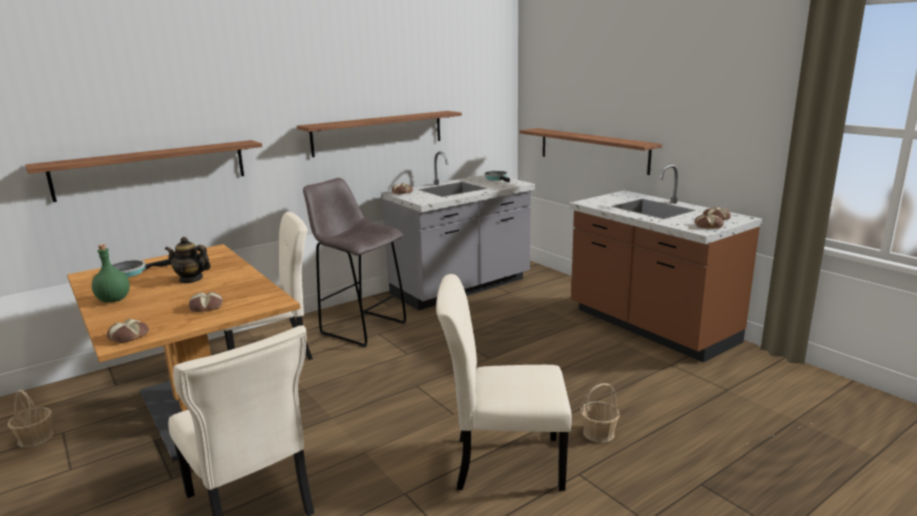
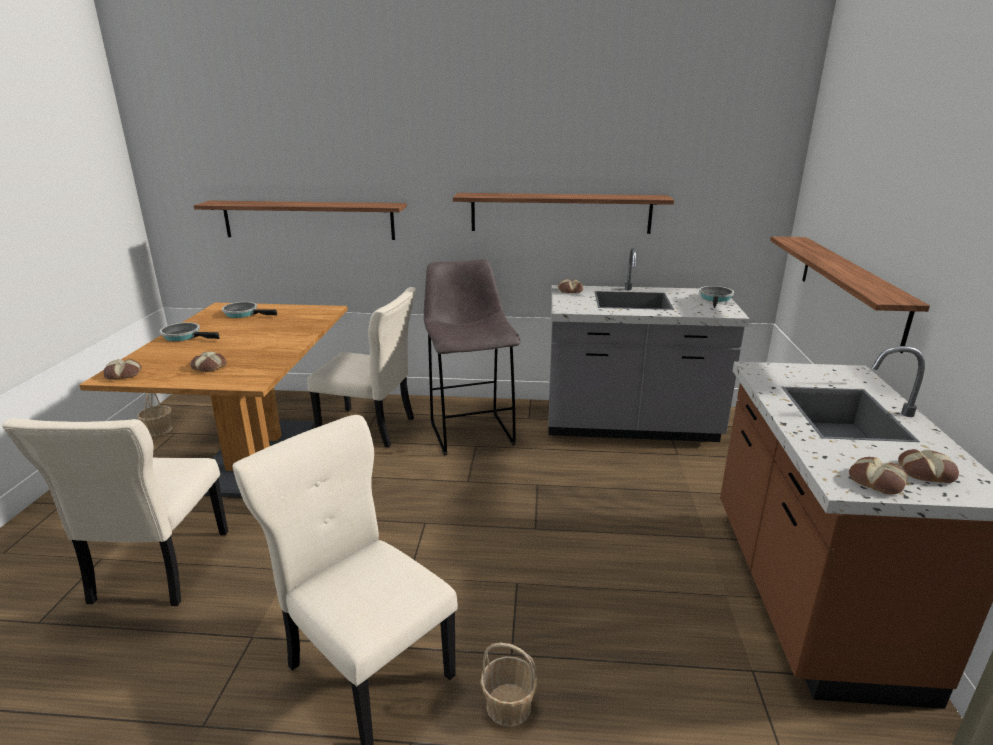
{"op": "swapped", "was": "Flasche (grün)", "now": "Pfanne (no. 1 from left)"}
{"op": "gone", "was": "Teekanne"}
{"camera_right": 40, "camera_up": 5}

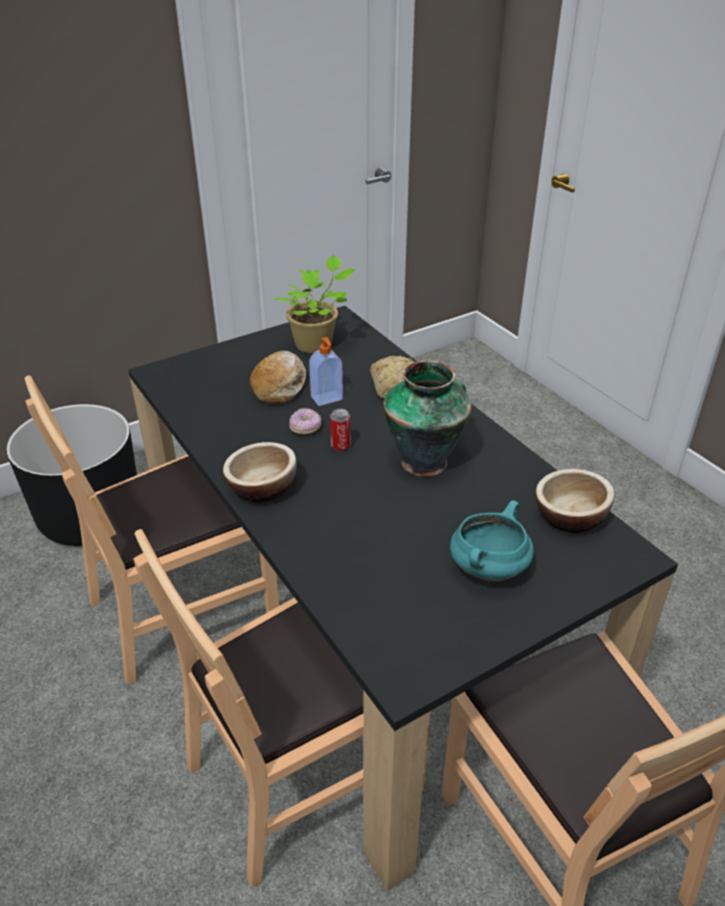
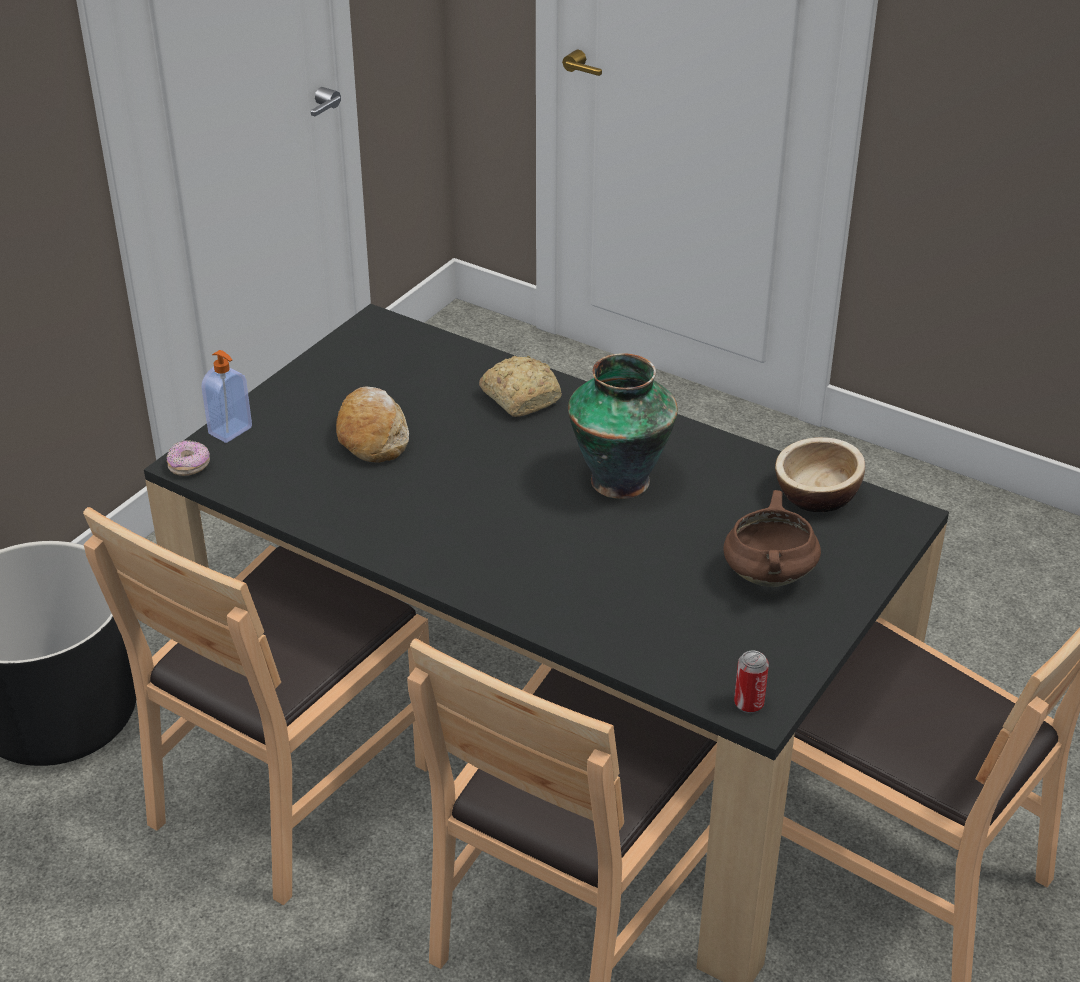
{"op": "gone", "was": "Schüssel (no. 1 from left)"}
{"op": "gone", "was": "Topfpflanze"}
{"op": "shifted", "was": "Donut"}
{"op": "shifted", "was": "Seifenspender"}
{"op": "shifted", "was": "Dose"}
{"op": "repainted", "was": "Kochtopf (türkis)", "now": "Kochtopf (braun)"}
{"camera_right": -25, "camera_up": 0}

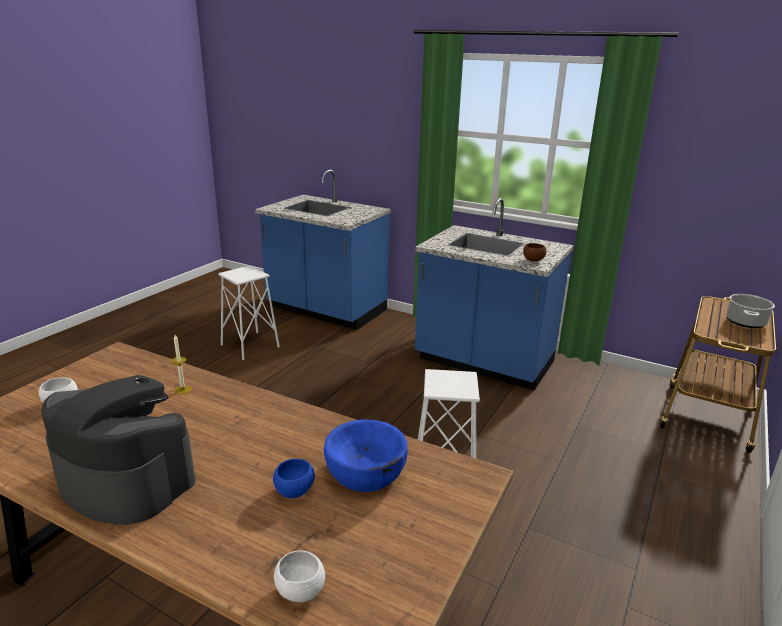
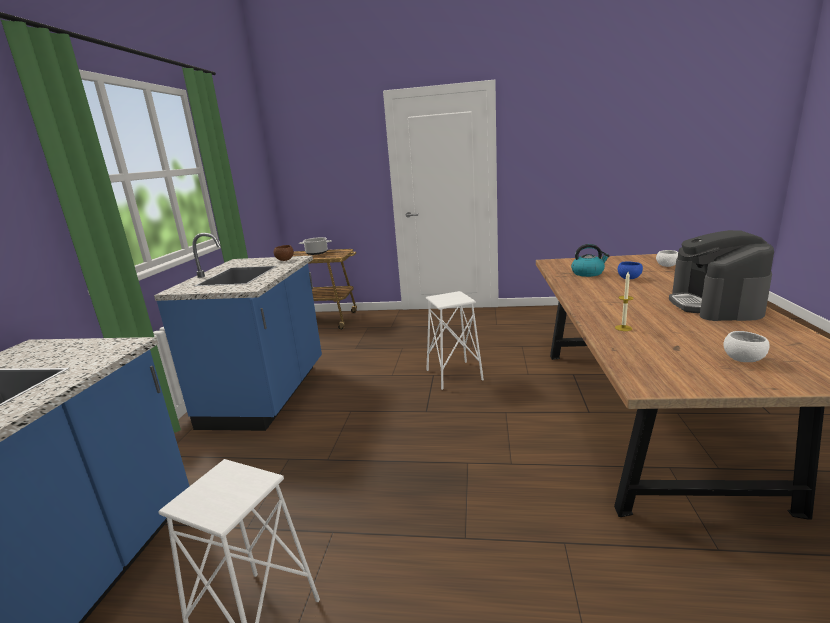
{"op": "swapped", "was": "Schüssel (blau) (no. 2 from left)", "now": "Wasserkessel"}
{"camera_right": -110, "camera_up": -5}

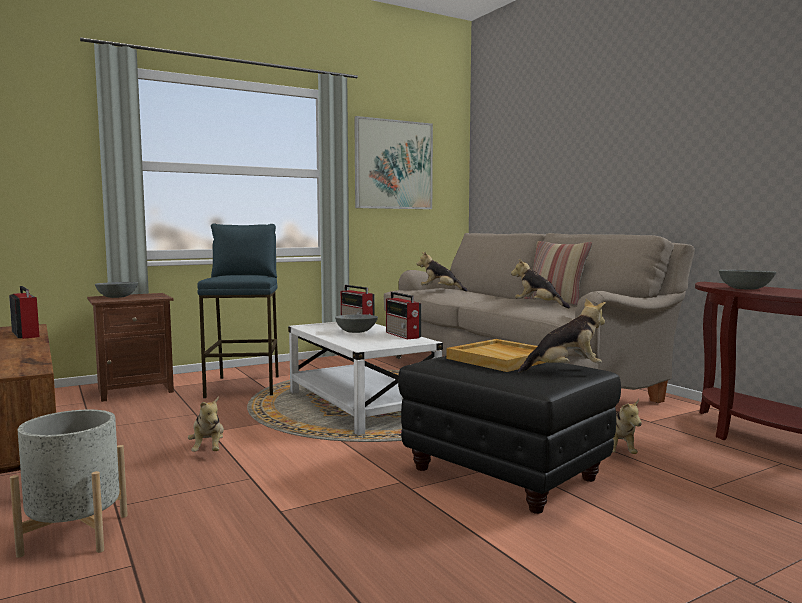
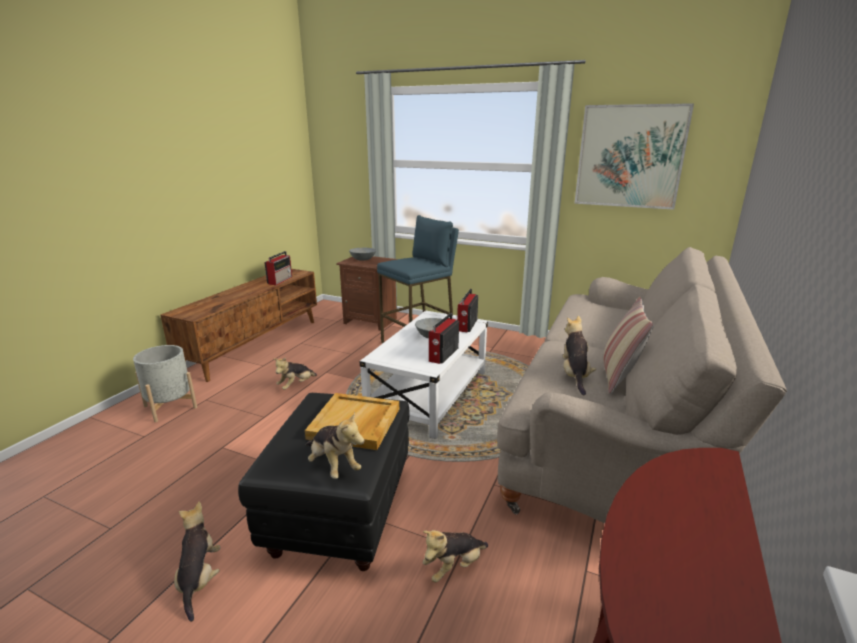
{"op": "shifted", "was": "Plüschtier (no. 2 from left in the first image)", "now": "Plüschtier (no. 1 from left)"}
{"op": "gone", "was": "Schüssel (grau) (no. 3 from left)"}
{"camera_right": 55, "camera_up": 15}

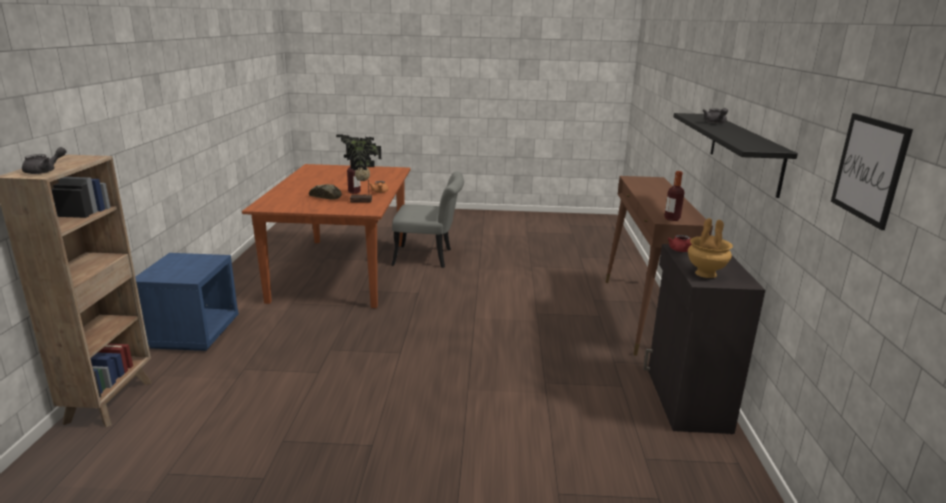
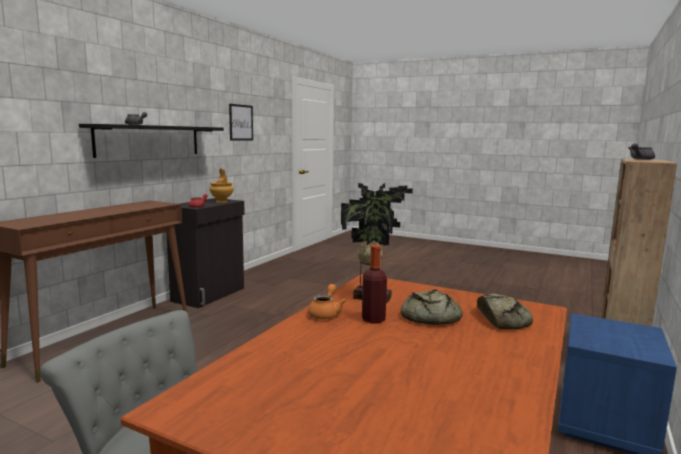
{"op": "gone", "was": "Flasche (no. 2 from left)"}
{"op": "new", "now": "Brot (no. 2 from left)"}
{"camera_right": -155, "camera_up": -10}

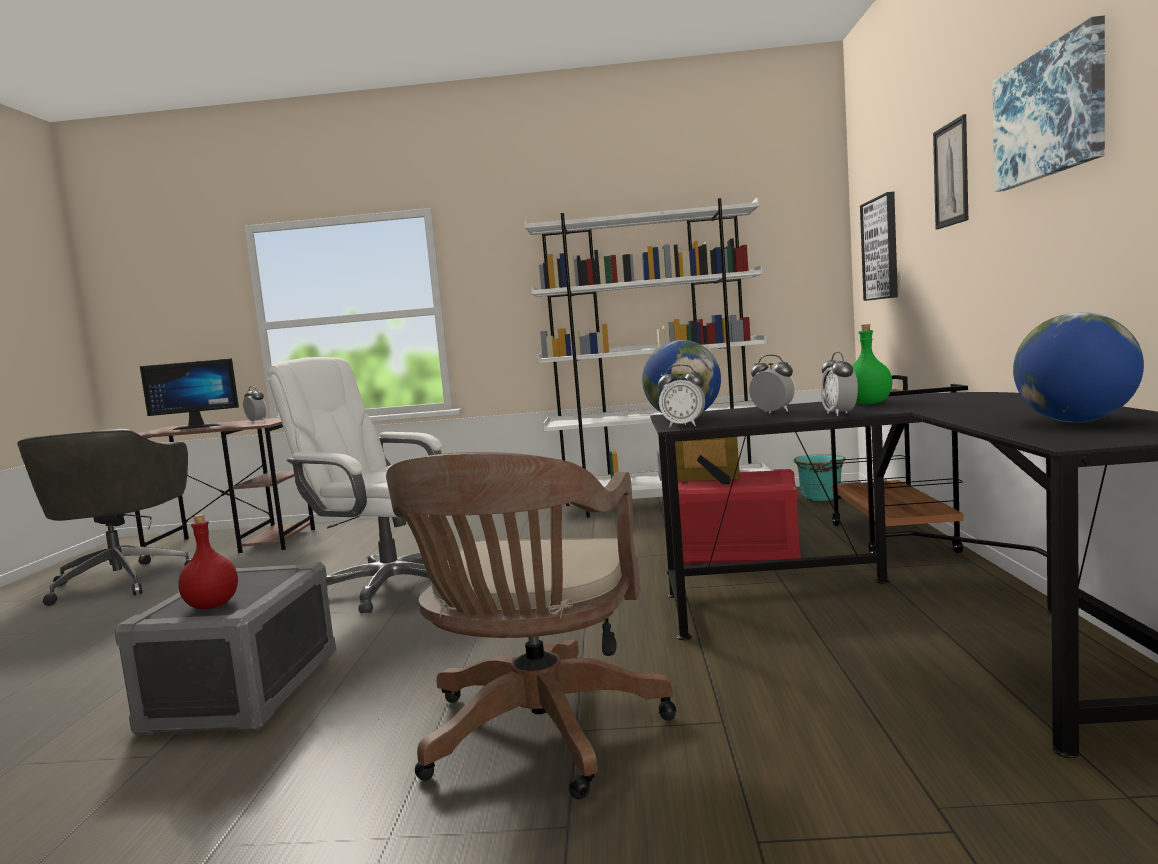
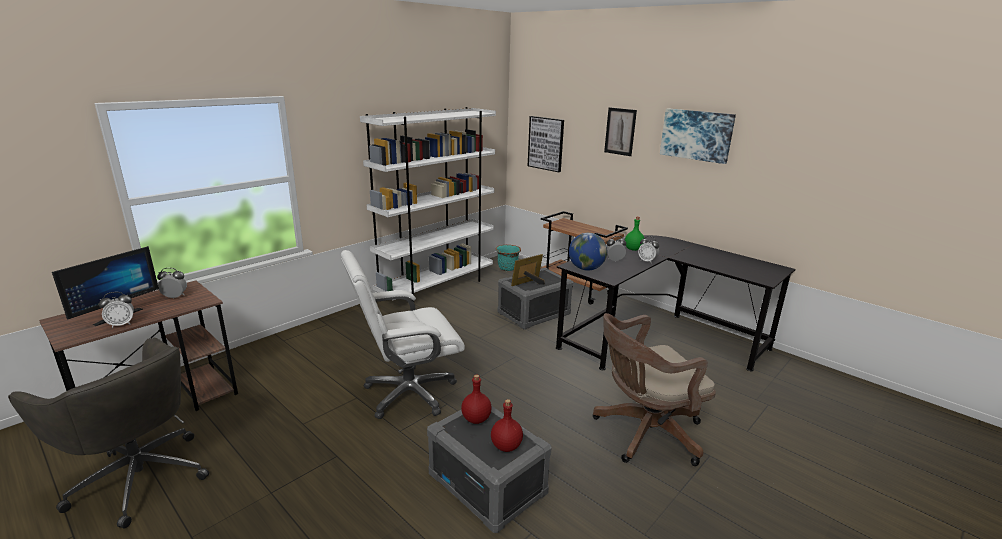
{"op": "rotated", "was": "Bürostuhl (braun)", "clockwise": 105}
{"op": "shifted", "was": "Wecker (no. 2 from left in the first image)", "now": "Wecker (no. 1 from left)"}
{"op": "repainted", "was": "Aufbewahrungsbox (rot)", "now": "Aufbewahrungsbox (grau) (no. 2 from left)"}
{"op": "gone", "was": "Globus (no. 2 from left)"}
{"op": "new", "now": "Flasche (rot) (no. 1 from left)"}
{"camera_right": -50, "camera_up": 15}

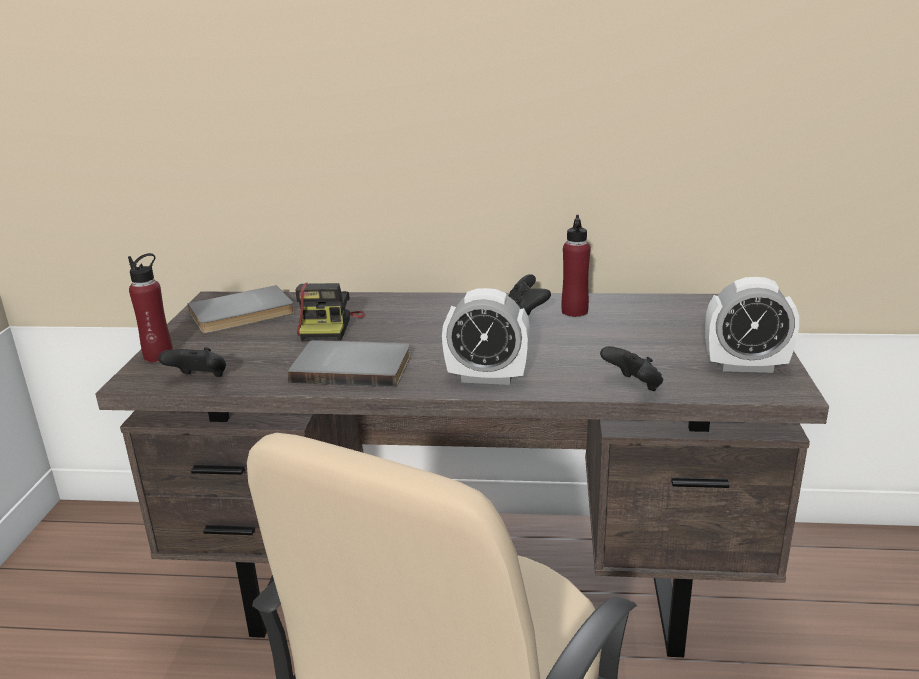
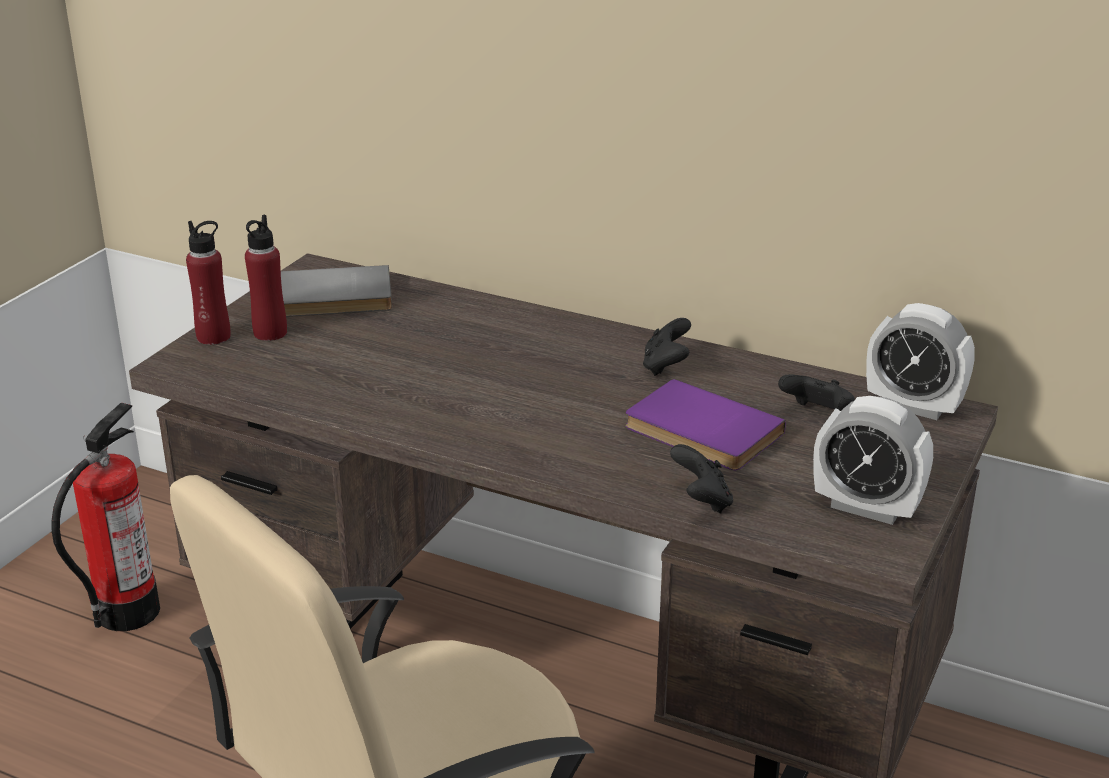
{"op": "shifted", "was": "Gamepad (schwarz) (no. 1 from left in the first image)", "now": "Gamepad (schwarz) (no. 3 from left)"}
{"op": "gone", "was": "Buch (grau) (no. 2 from left)"}
{"op": "gone", "was": "Kamera"}
{"op": "shifted", "was": "Wecker (no. 1 from left in the first image)", "now": "Wecker (no. 2 from left)"}
{"op": "shifted", "was": "Flasche (rot) (no. 2 from left)"}
{"op": "new", "now": "Feuerlöscher"}
{"op": "new", "now": "Buch (lila)"}
{"camera_right": 20, "camera_up": 5}

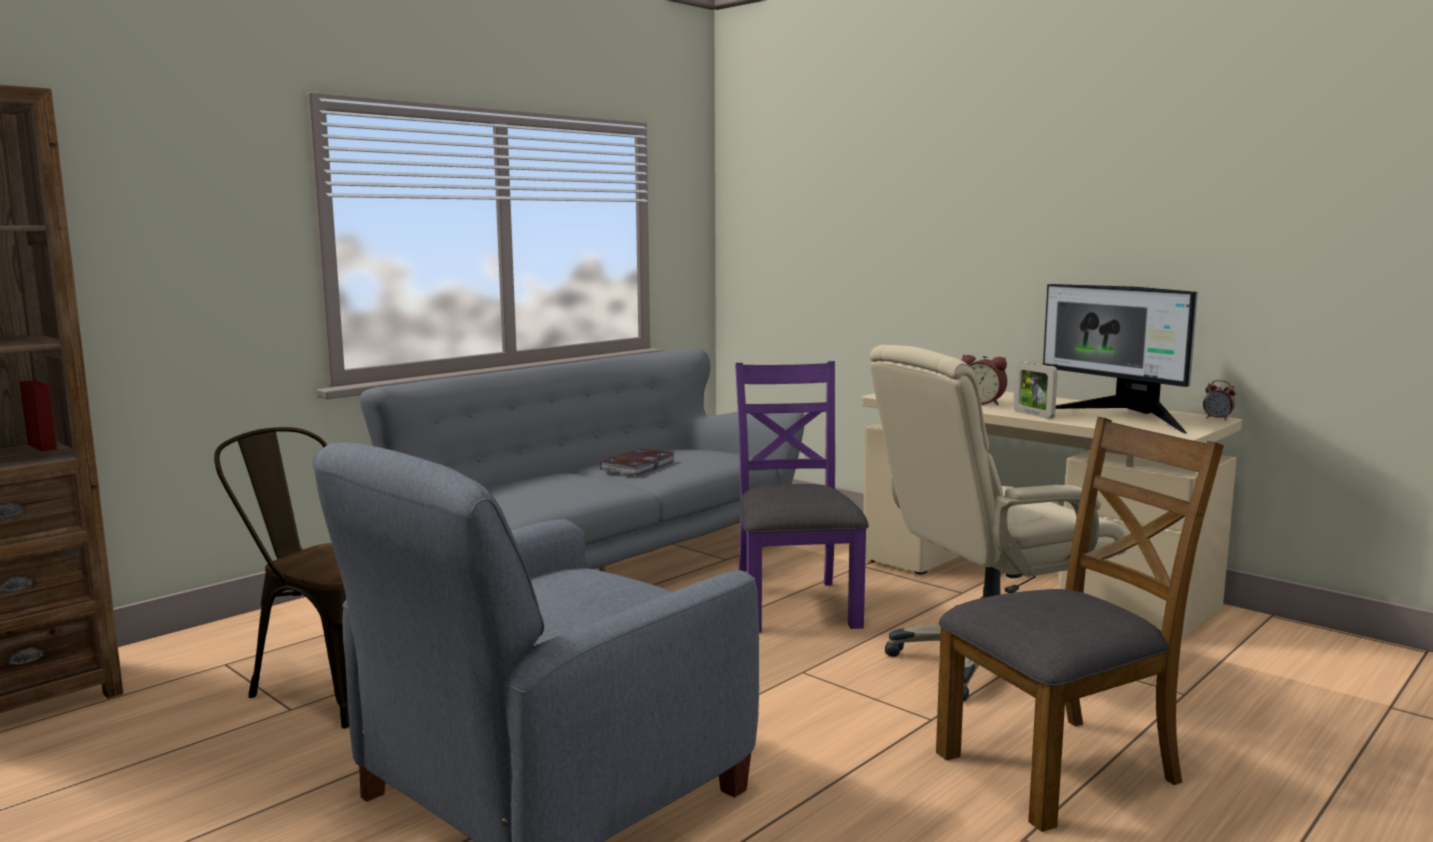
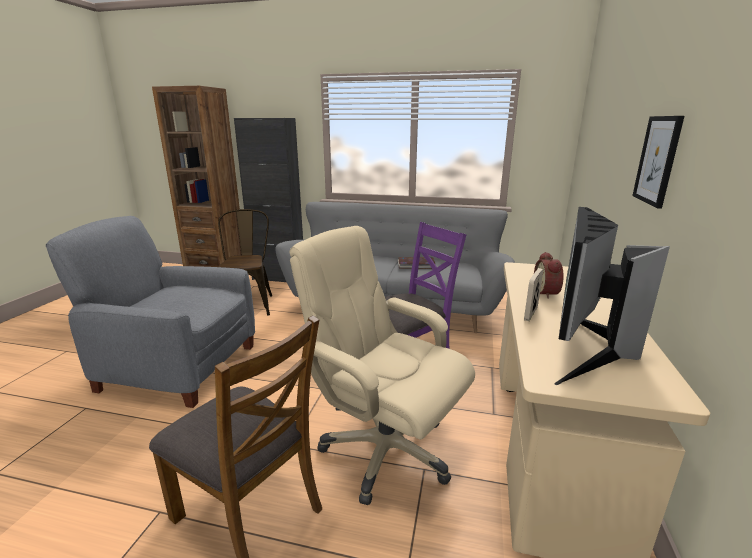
{"op": "gone", "was": "Wecker (no. 2 from left)"}
{"op": "new", "now": "Schrank (schwarz)"}
{"op": "new", "now": "Bild"}
{"camera_right": 60, "camera_up": 10}

